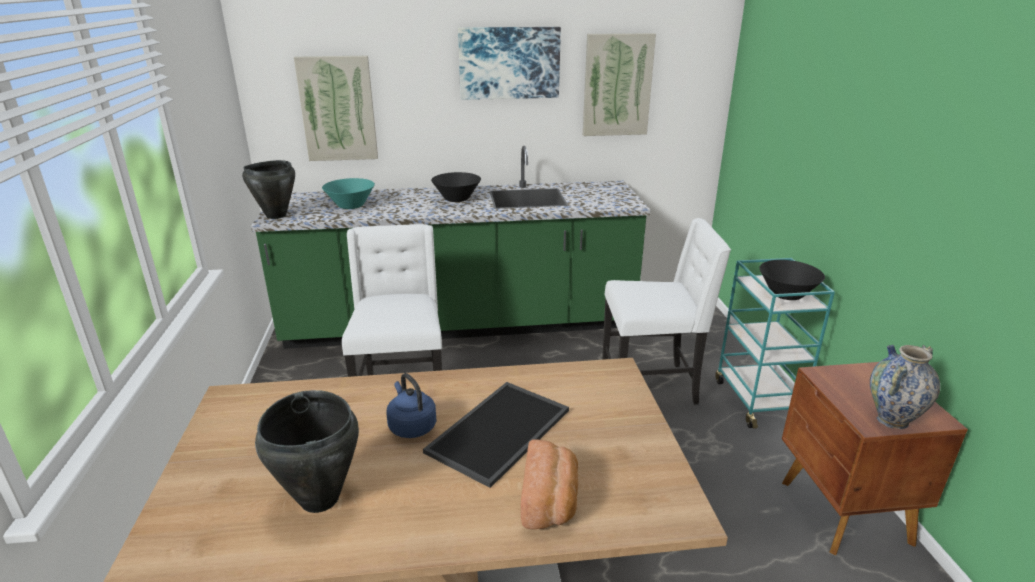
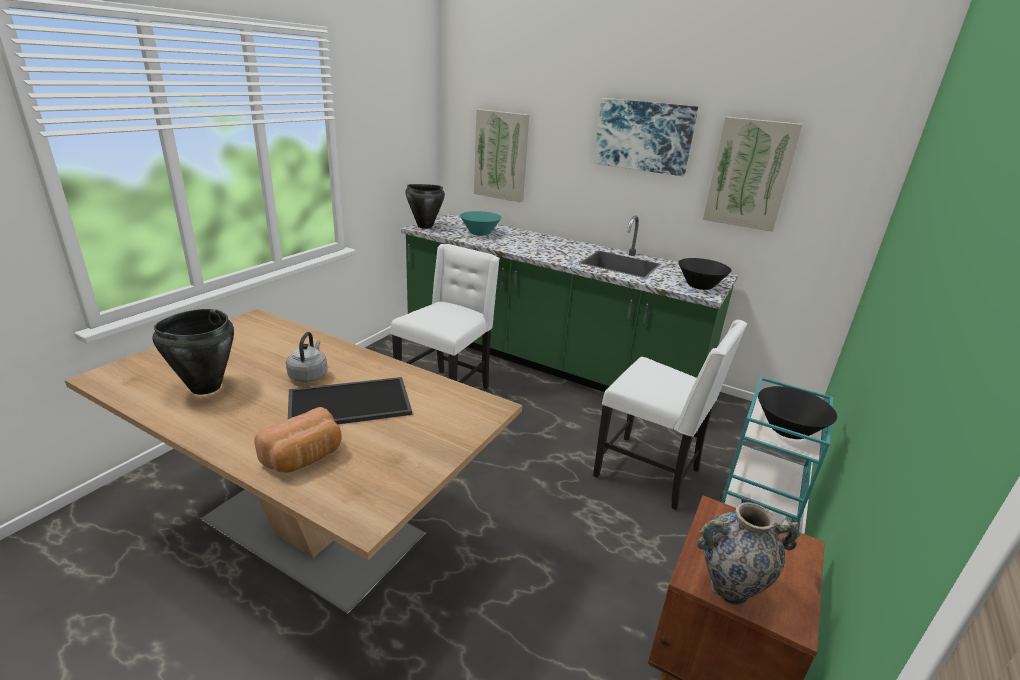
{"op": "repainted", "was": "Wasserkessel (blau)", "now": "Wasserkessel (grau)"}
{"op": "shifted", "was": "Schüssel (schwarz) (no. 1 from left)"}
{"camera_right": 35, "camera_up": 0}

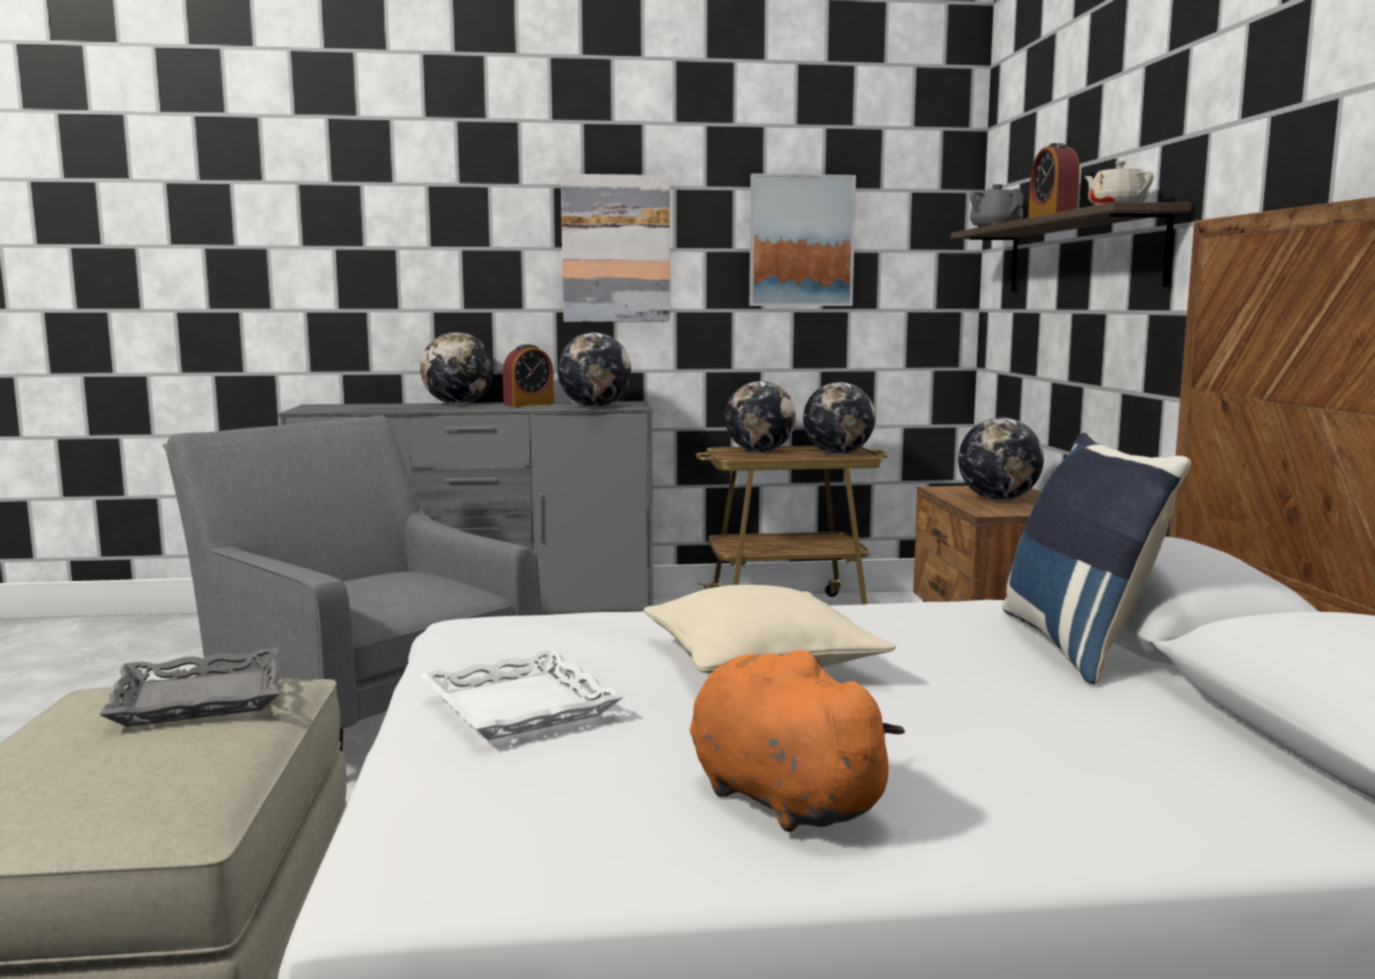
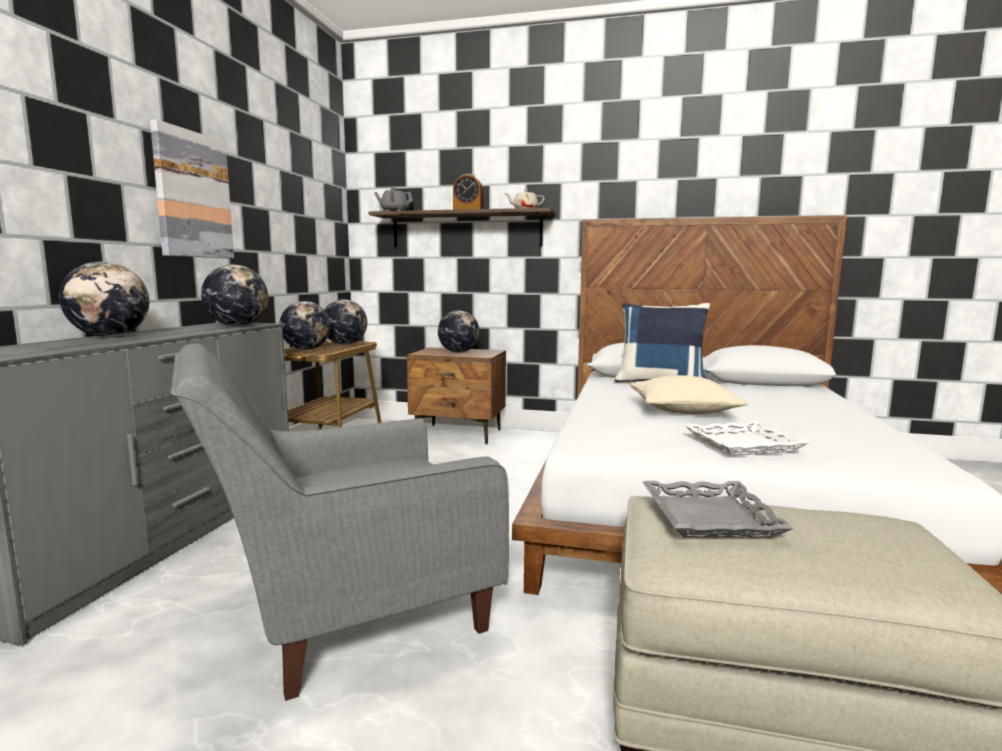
{"op": "gone", "was": "Wecker (no. 1 from left)"}
{"op": "gone", "was": "Plüschtier (orange)"}
{"op": "gone", "was": "Bild (no. 2 from left)"}
{"camera_right": -70, "camera_up": 0}

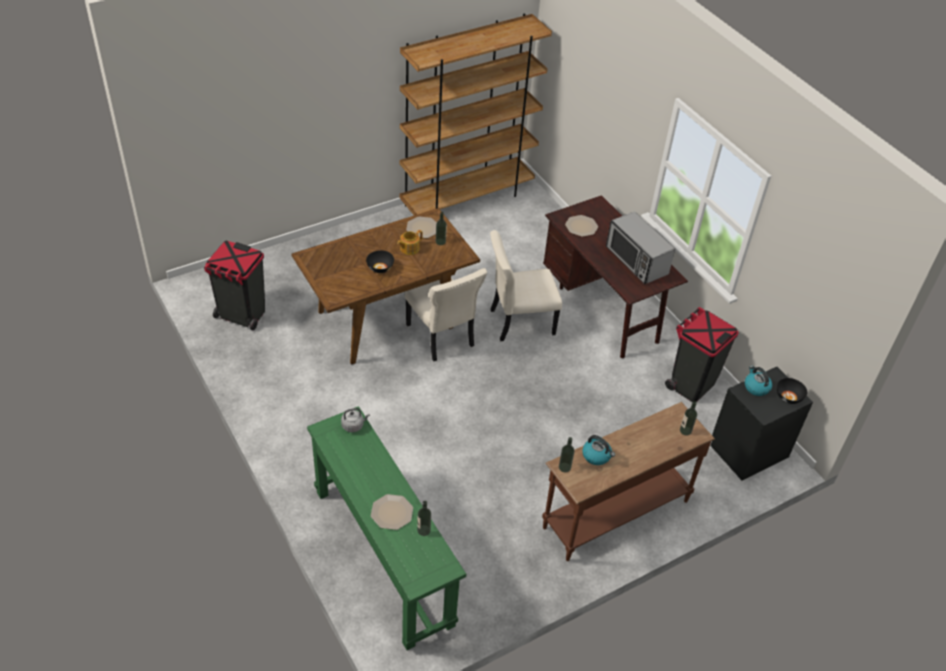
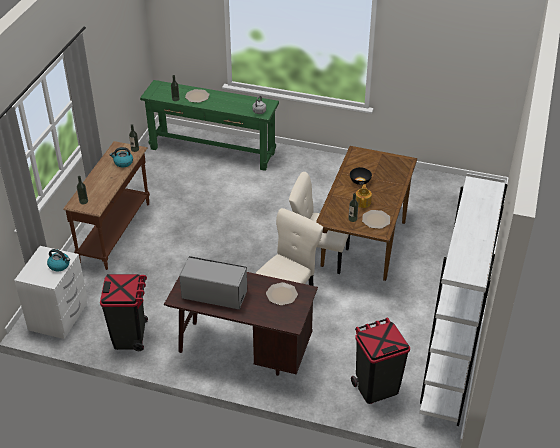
{"op": "shifted", "was": "Mülleimer (schwarz) (no. 1 from left in the first image)", "now": "Mülleimer (schwarz) (no. 2 from left)"}
{"op": "repainted", "was": "Bücherregal (braun)", "now": "Bücherregal (weiß)"}
{"op": "repainted", "was": "Nachttisch (schwarz)", "now": "Nachttisch (weiß)"}
{"op": "gone", "was": "Schüssel (schwarz) (no. 2 from left)"}
{"camera_right": 140, "camera_up": -5}

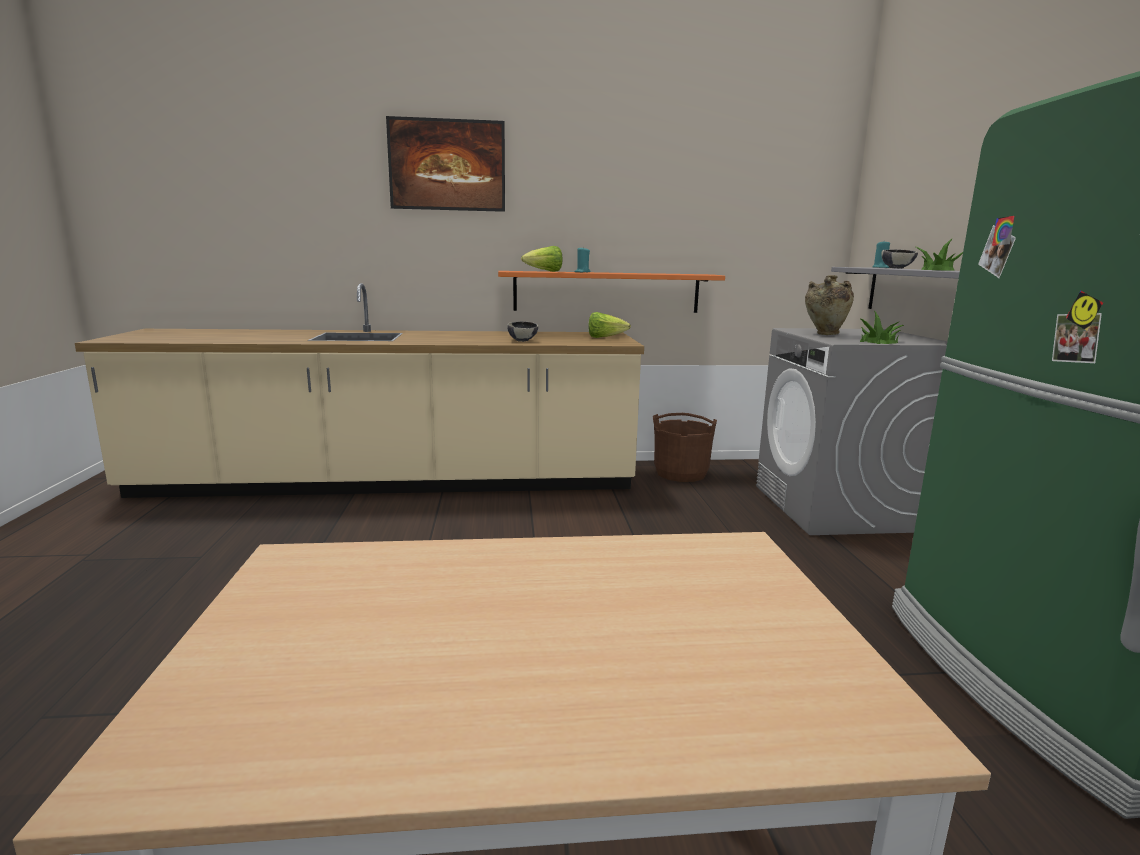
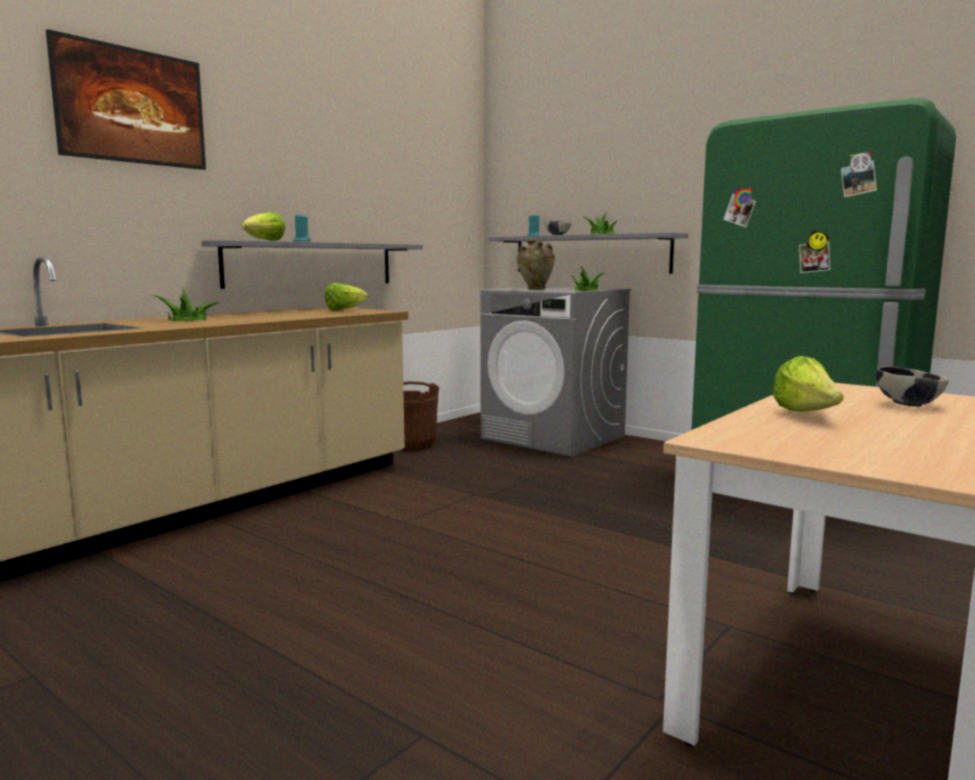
{"op": "repainted", "was": "Wandregal (orange)", "now": "Wandregal (grau) (no. 1 from left)"}
{"op": "shifted", "was": "Schüssel (no. 1 from left in the first image)", "now": "Schüssel (no. 2 from left)"}
{"op": "new", "now": "Topfpflanze (no. 1 from left)"}
{"op": "new", "now": "Salatkopf (no. 3 from left)"}
{"camera_right": -45, "camera_up": -5}

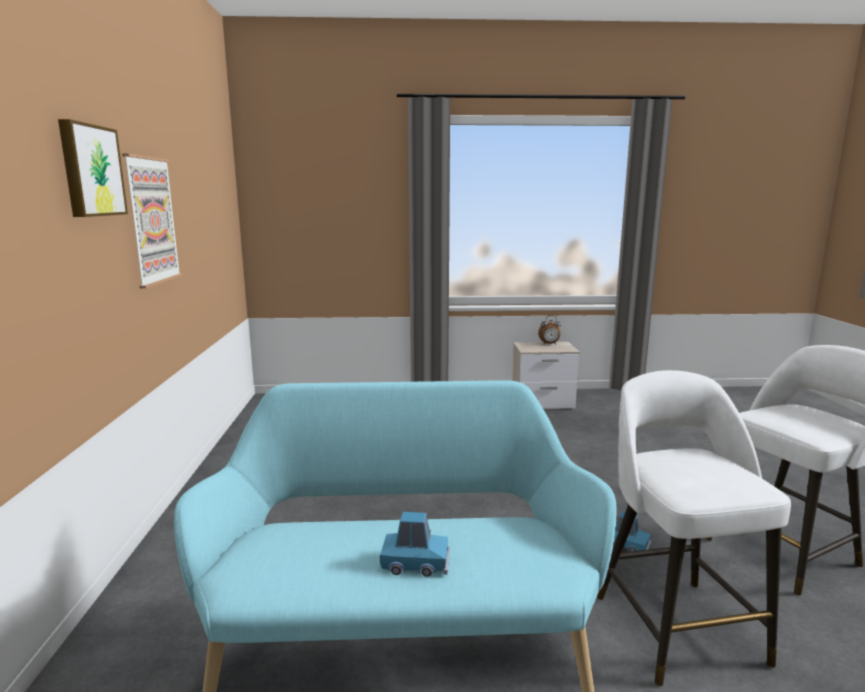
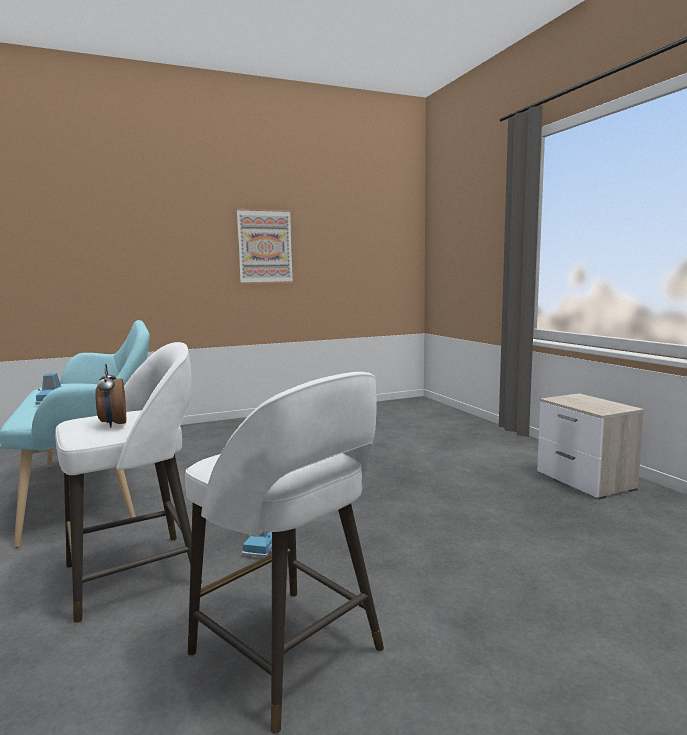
{"op": "gone", "was": "Bild (no. 1 from left)"}
{"op": "shifted", "was": "Wecker"}
{"camera_right": 70, "camera_up": -5}

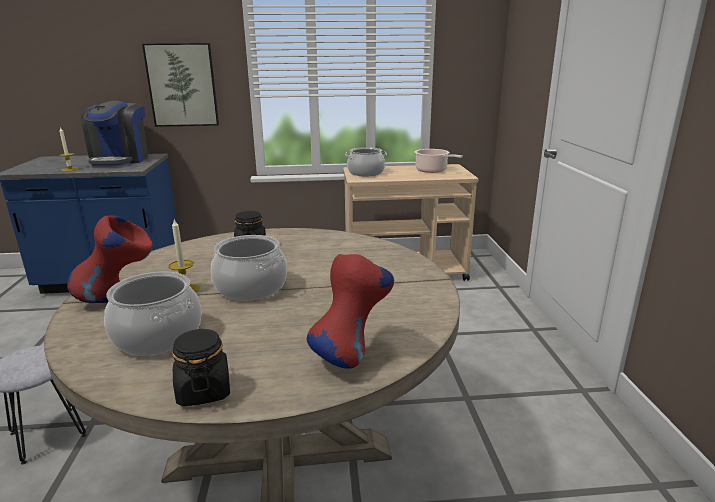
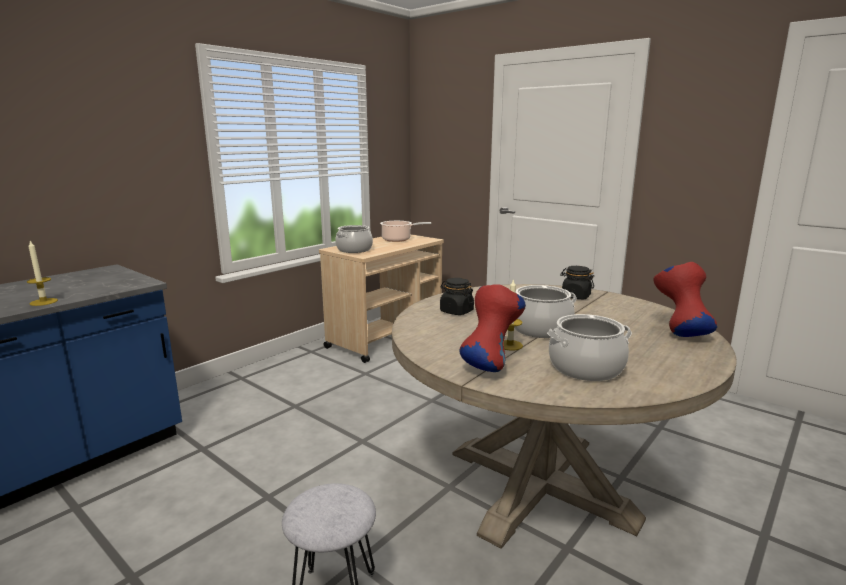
{"op": "gone", "was": "Kaffeemaschine"}
{"op": "gone", "was": "Bild"}
{"op": "shifted", "was": "Vorratsglas (schwarz) (no. 1 from left in the first image)", "now": "Vorratsglas (schwarz) (no. 2 from left)"}
{"camera_right": -45, "camera_up": -5}

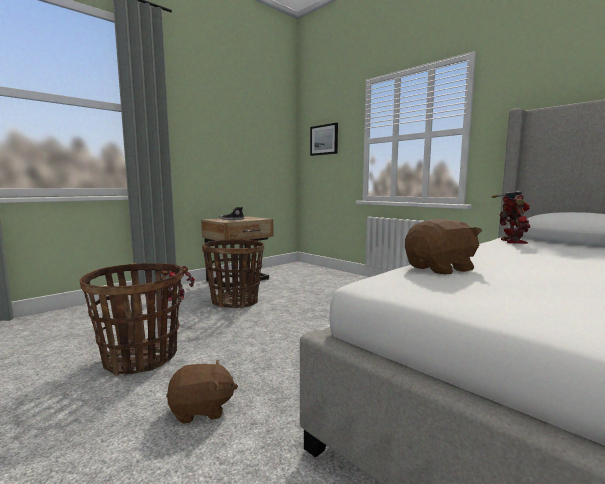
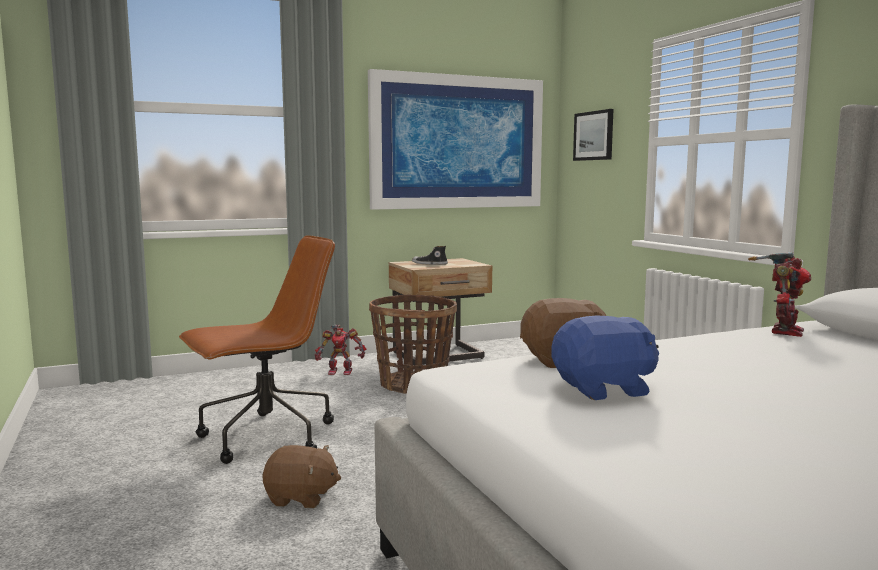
{"op": "swapped", "was": "Korb (no. 1 from left)", "now": "Bürostuhl (braun)"}
{"op": "new", "now": "Bild (no. 1 from left)"}
{"op": "new", "now": "Plüschtier (blau)"}
{"camera_right": 20, "camera_up": 0}

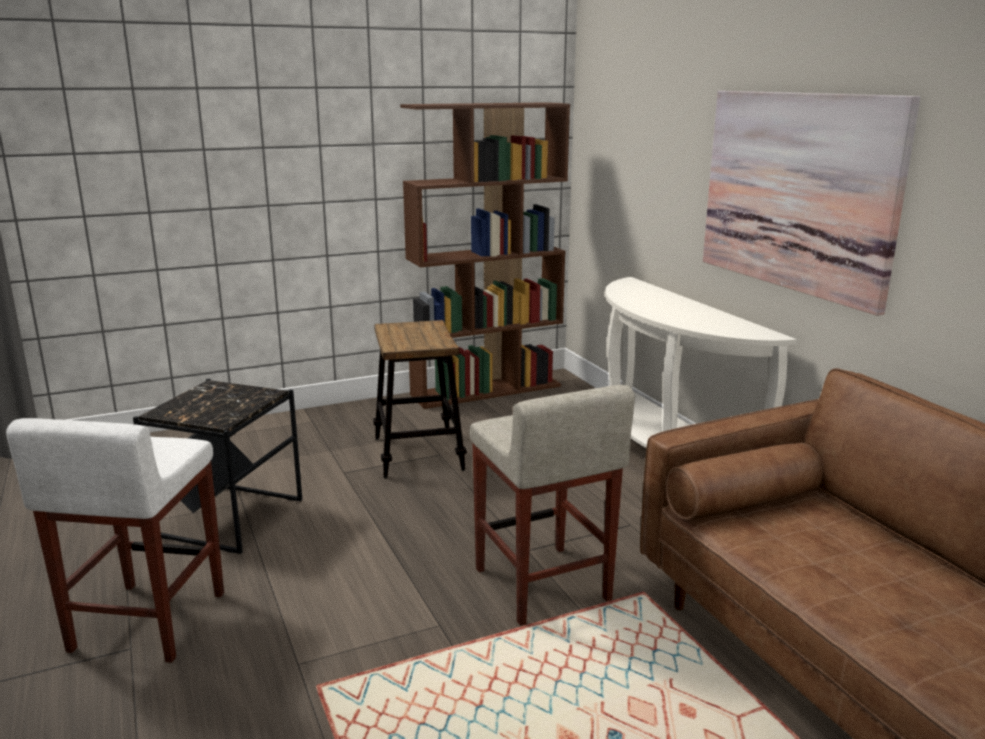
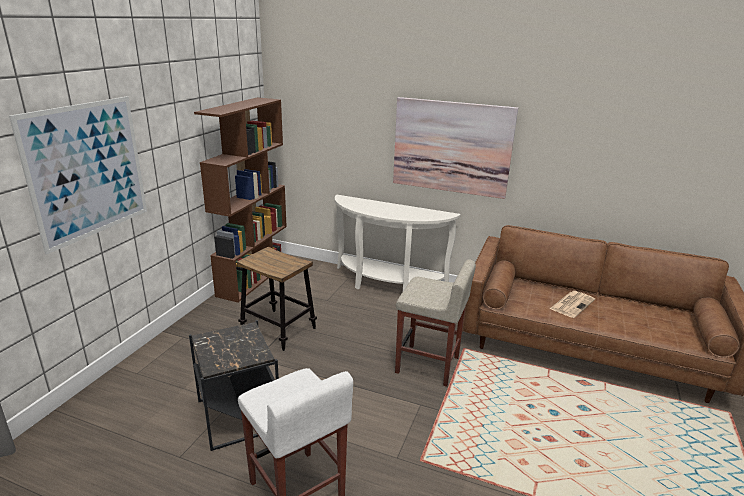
{"op": "new", "now": "Bild (no. 1 from left)"}
{"op": "new", "now": "Zeitung"}
{"camera_right": -45, "camera_up": 5}

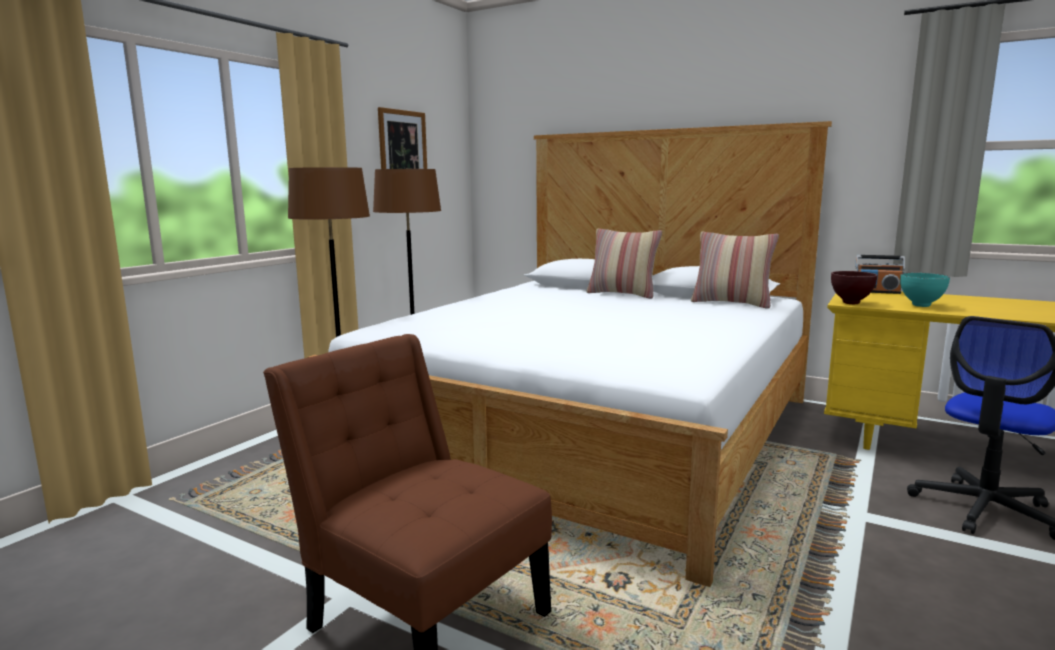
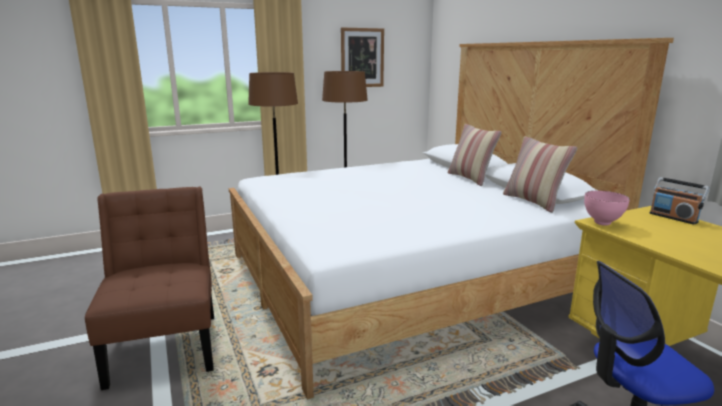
{"op": "repainted", "was": "Schüssel (braun)", "now": "Schüssel (rosa)"}
{"op": "gone", "was": "Schüssel (türkis)"}
{"camera_right": 35, "camera_up": 5}

